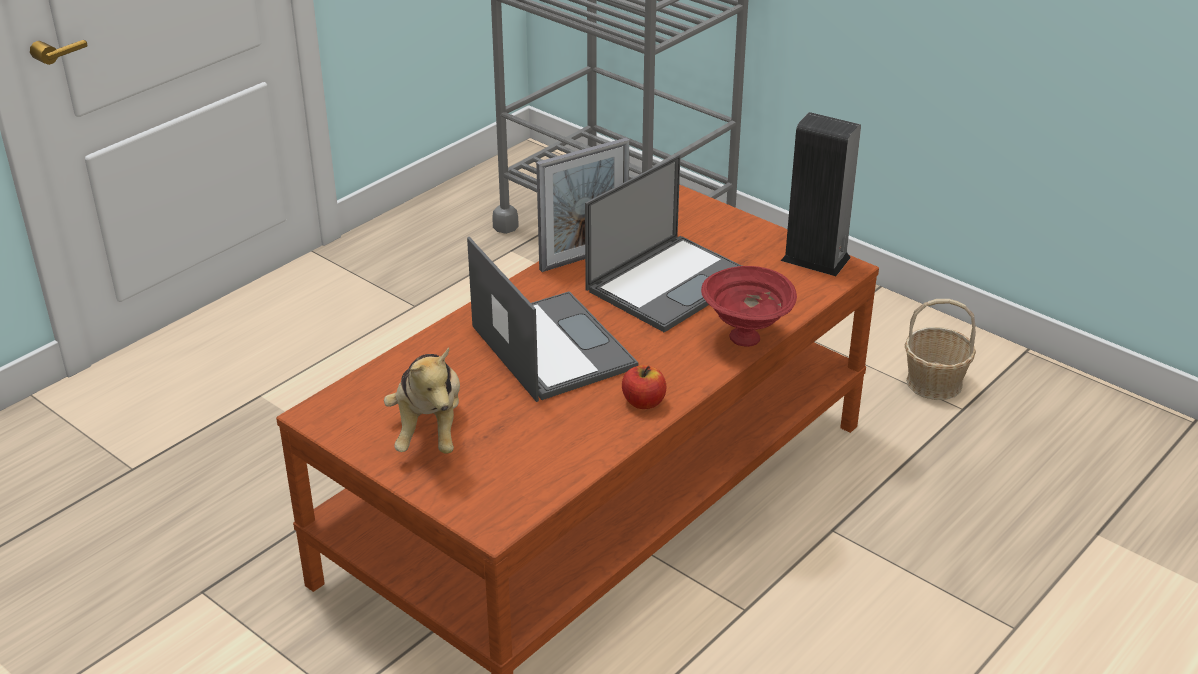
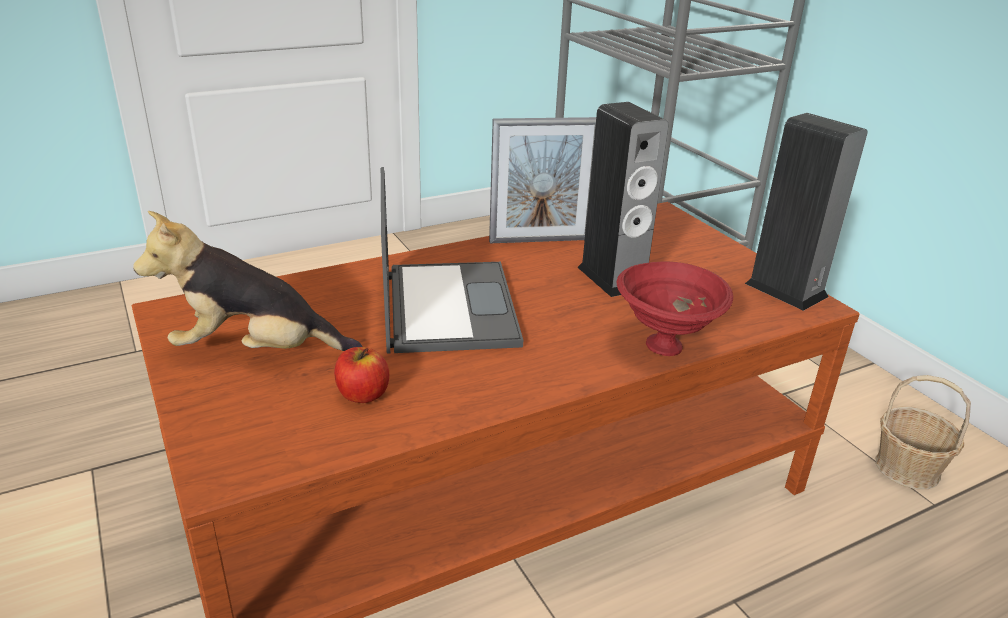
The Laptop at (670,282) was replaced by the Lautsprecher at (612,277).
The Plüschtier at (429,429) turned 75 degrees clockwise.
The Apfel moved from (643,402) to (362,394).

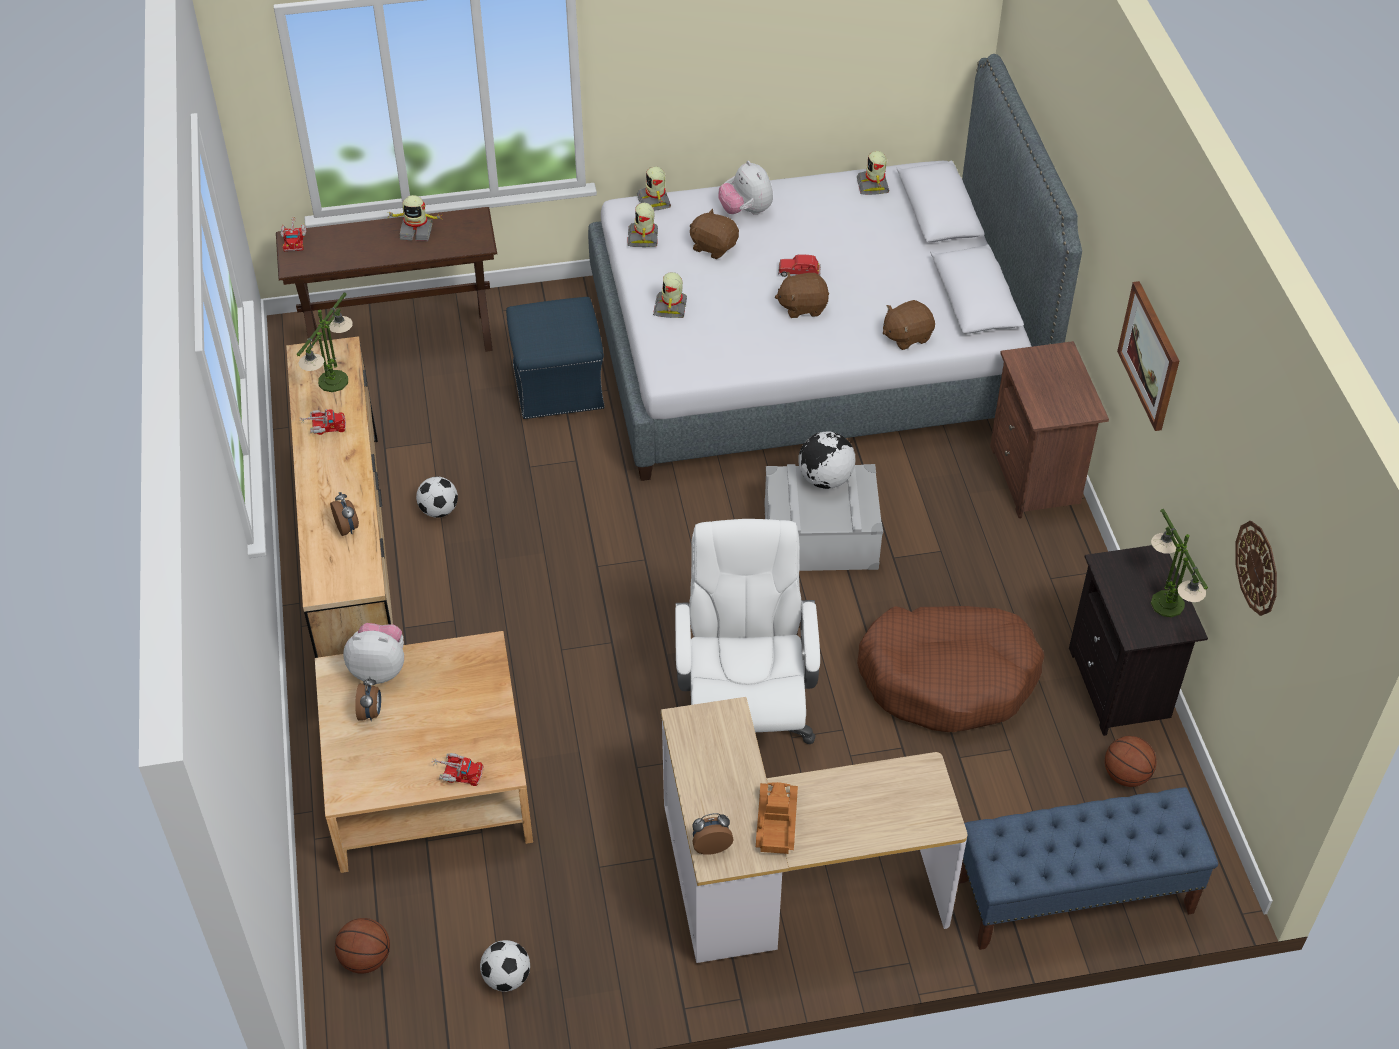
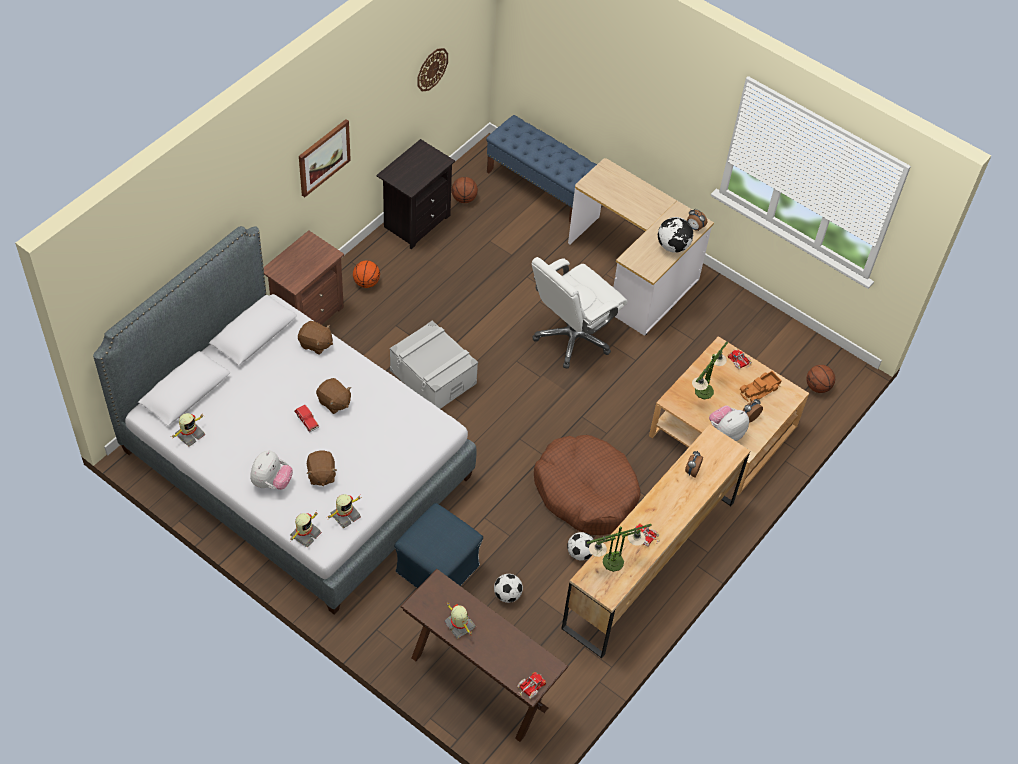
The Spielzeugroboter at (671,307) disappeared.
The Globus moved from (825,479) to (673,246).
The Tischlampe moved from (1167,603) to (704,391).
The Hundebett/braun moved from (948,678) to (586,492).
The Plüschtier at (379,668) turned 90 degrees clockwise.
The Spielzeuglaster moved from (775,822) to (760,390).
The Fußball moved from (506,977) to (507,595).
The Basketball at (366,282) appeared.

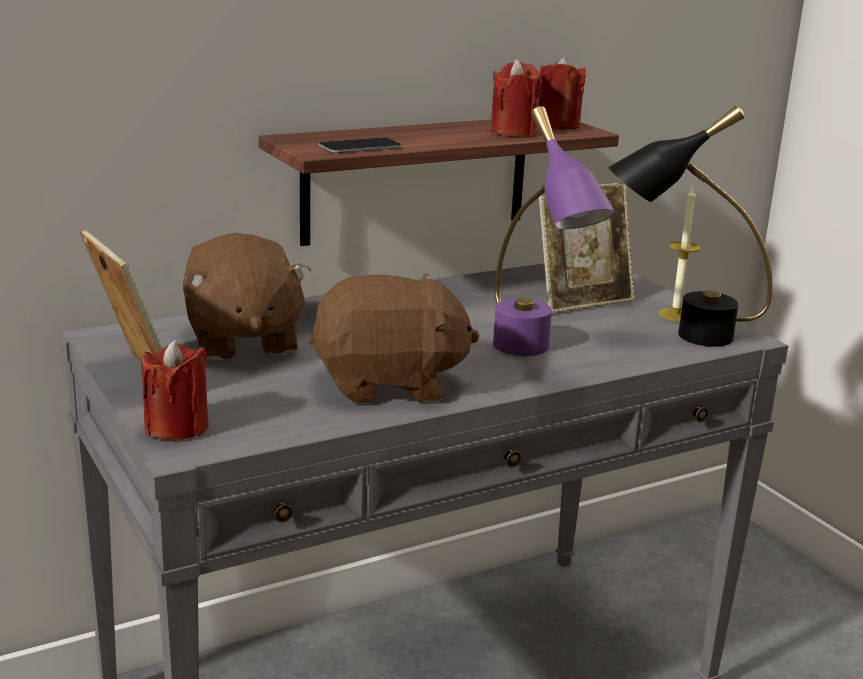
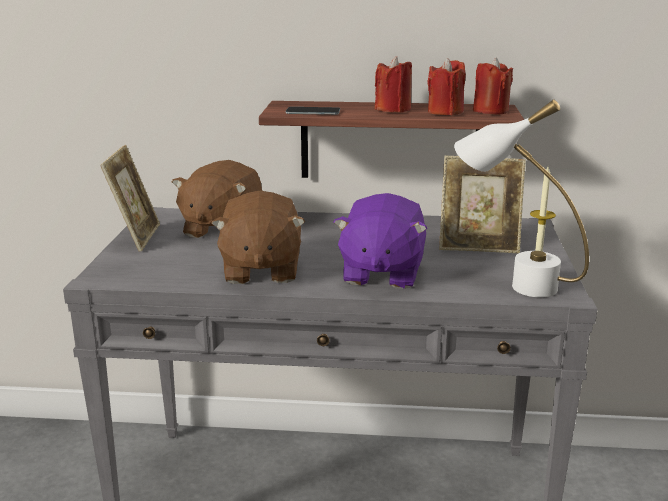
The Tischlampe/lila at (534,355) was replaced by the Plüschtier/lila at (381,273).
The Tischlampe/schwarz at (678,335) became the Tischlampe/weiß at (513,282).
The Plüschtier/braun at (389,384) turned 60 degrees clockwise.
The Kerze/rot moved from (176,427) to (393,109).

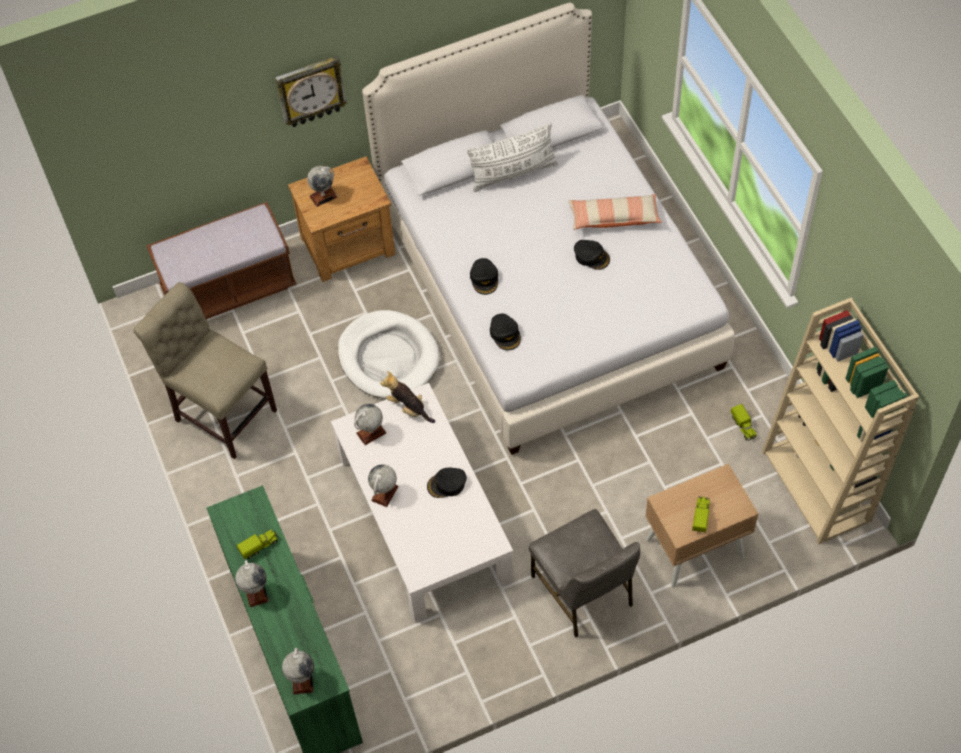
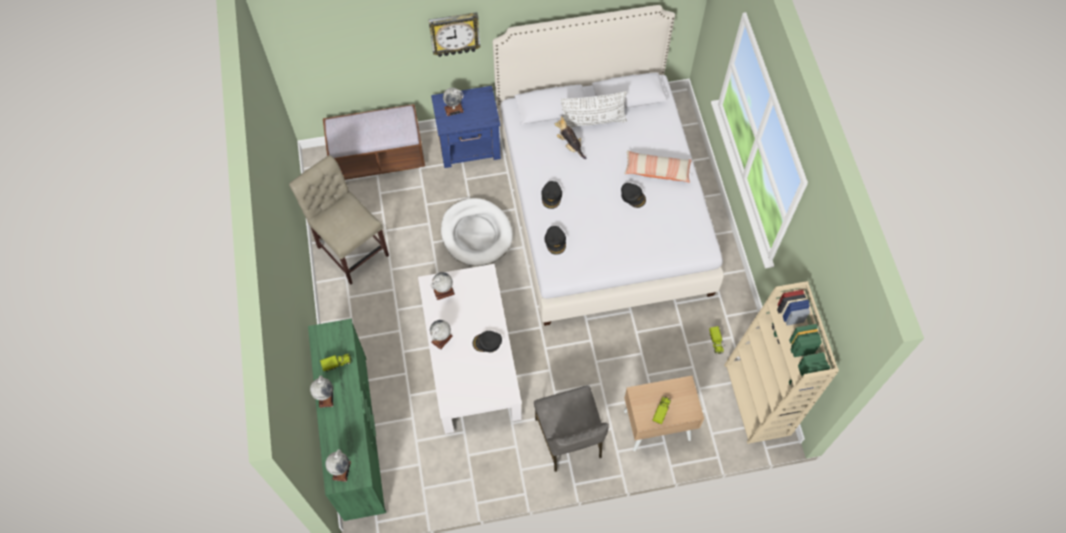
The Nachttisch/braun at (349,245) became the Nachttisch/blau at (470,145).
The Plüschtier moved from (408,407) to (570,145).

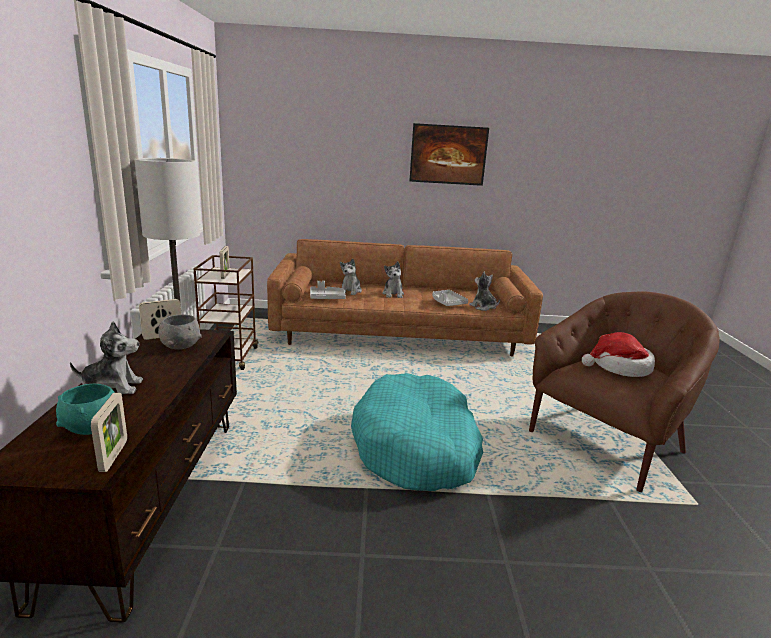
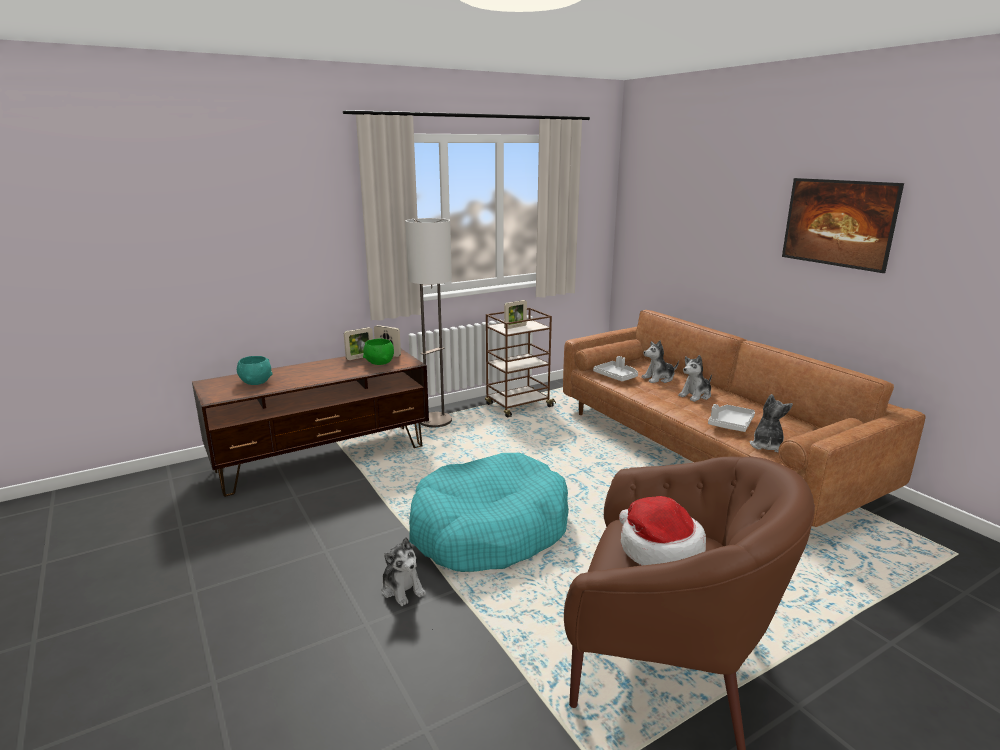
The Schüssel/grau at (180,346) became the Schüssel/grün at (379,362).
The Plüschtier moved from (112,387) to (402,589).
The Bilderrahmen moved from (113,456) to (360,357).

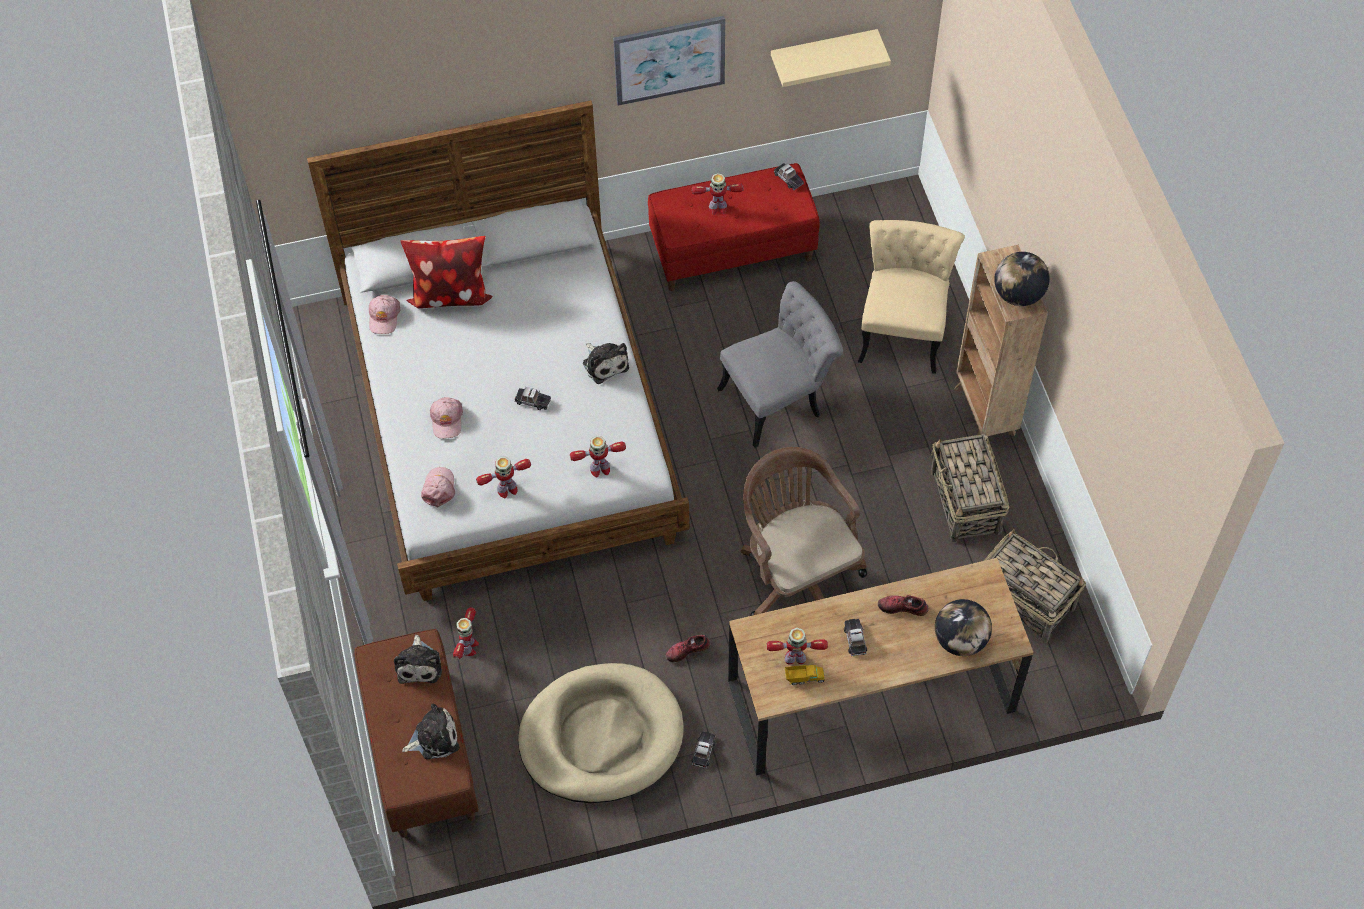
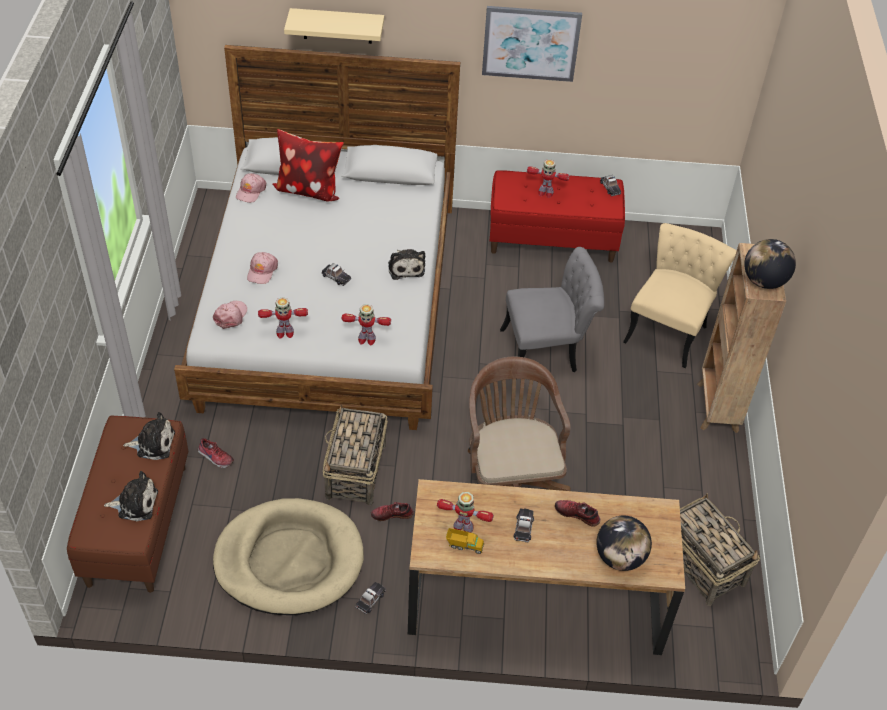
The Wandregal/beige moved from (823,53) to (337,26).
The Korb moved from (965,503) to (355,472).
The Spielzeugroboter at (469,647) was replaced by the Schuh at (215,457).
The Plüschtier at (419,664) turned 105 degrees counterclockwise.

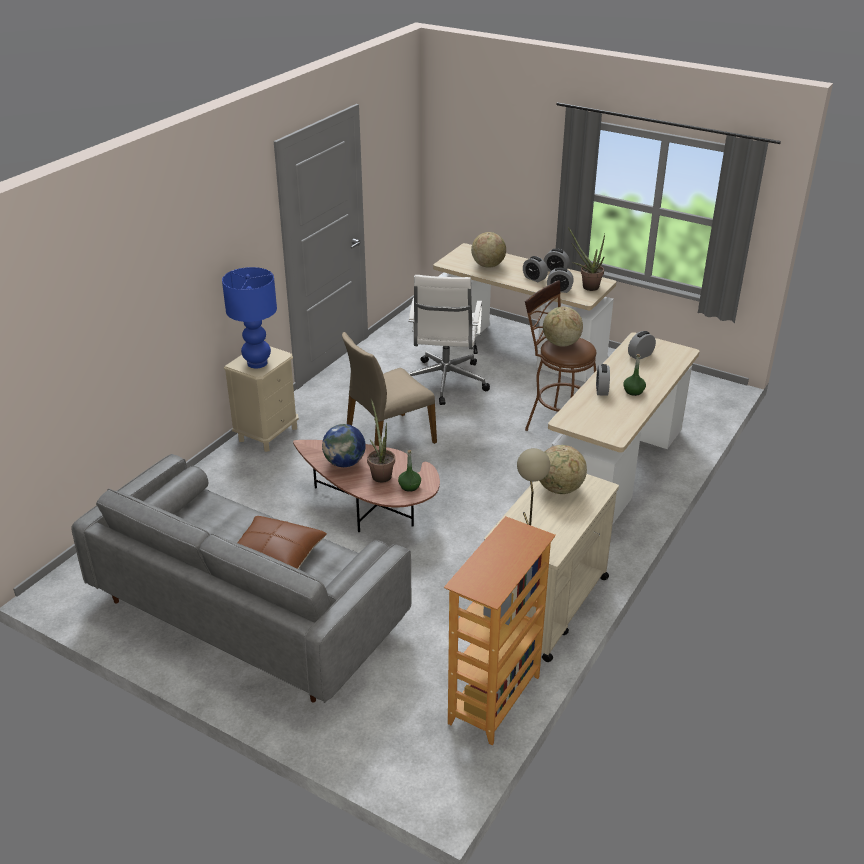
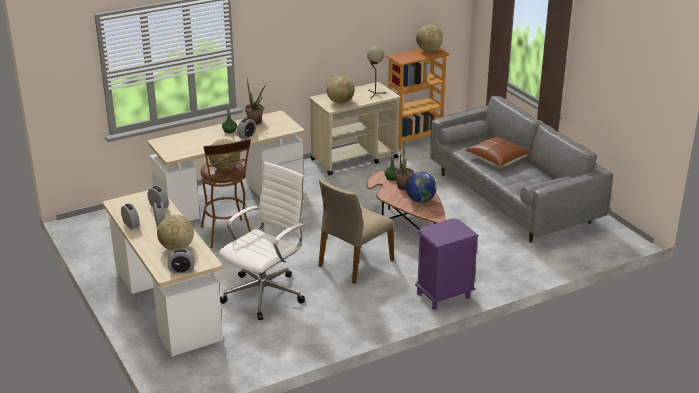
The Topfpflanze moved from (587,286) to (256,123).
The Tischlampe/blau at (257,363) disappeared.
The Wecker moved from (640,355) to (181,270).
The Stuhl/beige at (389,439) turned 135 degrees clockwise.
The Nachttisch/beige at (267,434) became the Nachttisch/lila at (443,296).
The Globus at (429,50) appeared.

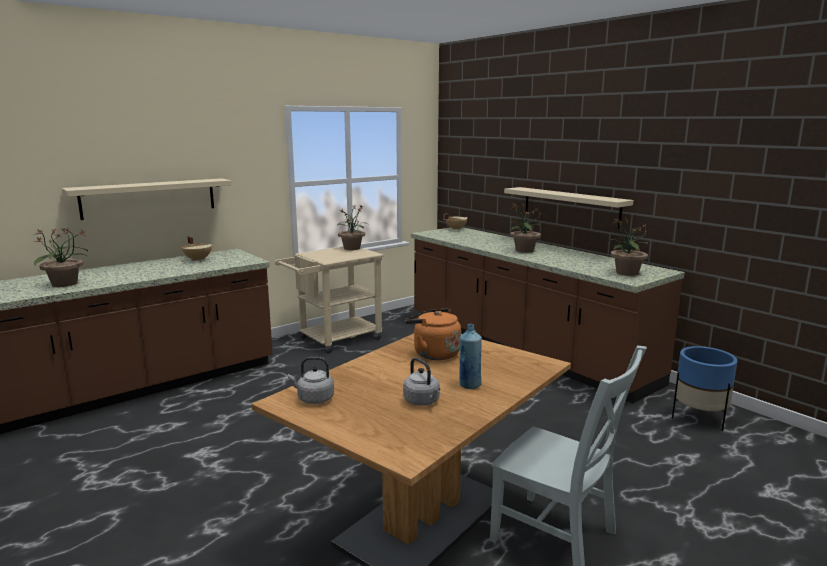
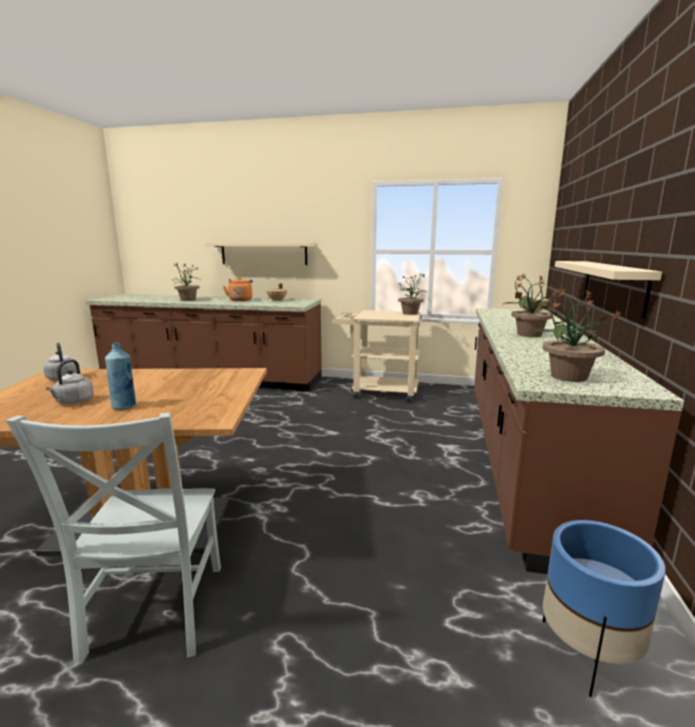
The Wasserkessel/orange moved from (433,353) to (240,300).

